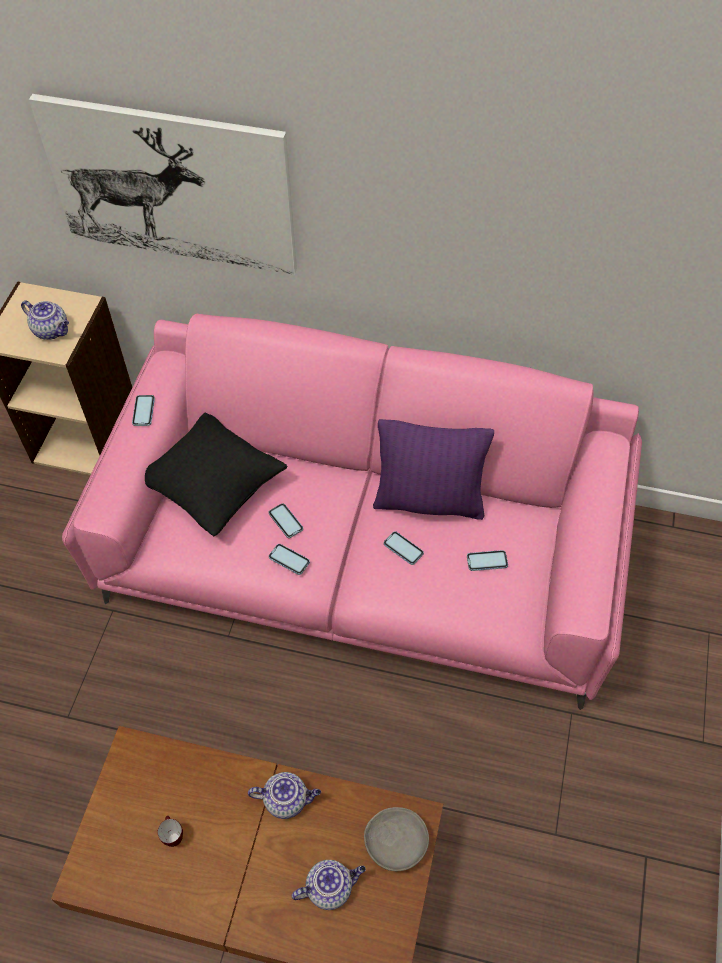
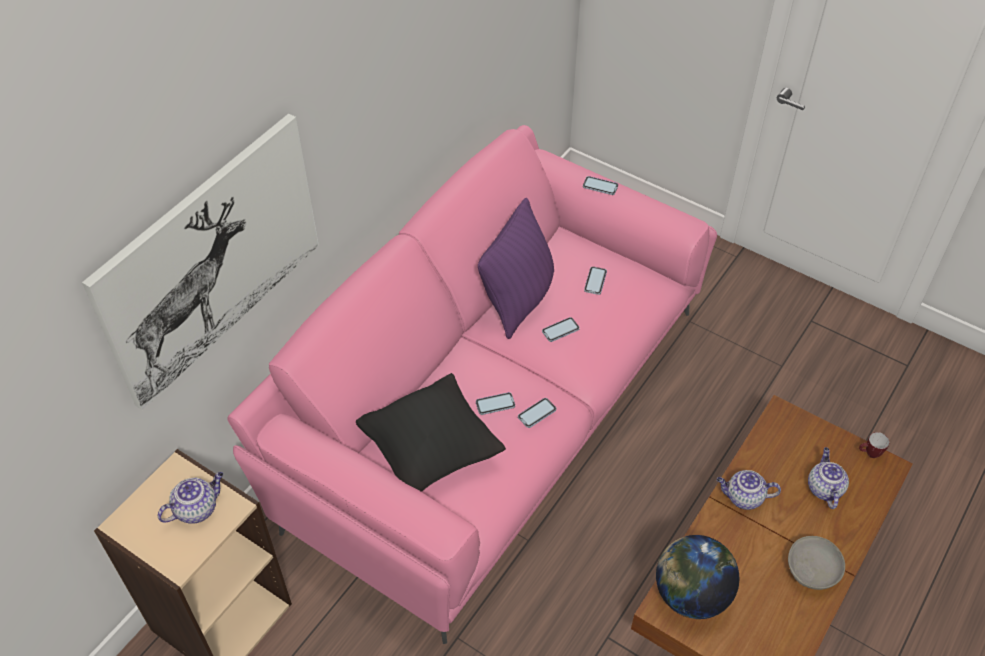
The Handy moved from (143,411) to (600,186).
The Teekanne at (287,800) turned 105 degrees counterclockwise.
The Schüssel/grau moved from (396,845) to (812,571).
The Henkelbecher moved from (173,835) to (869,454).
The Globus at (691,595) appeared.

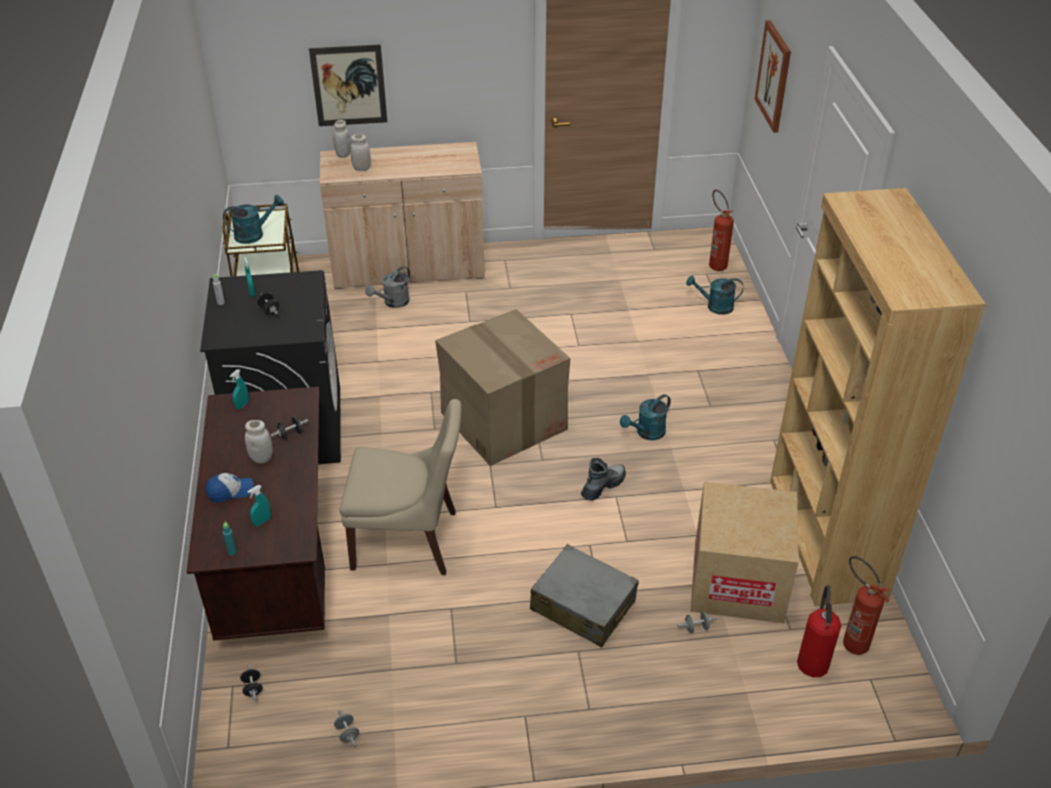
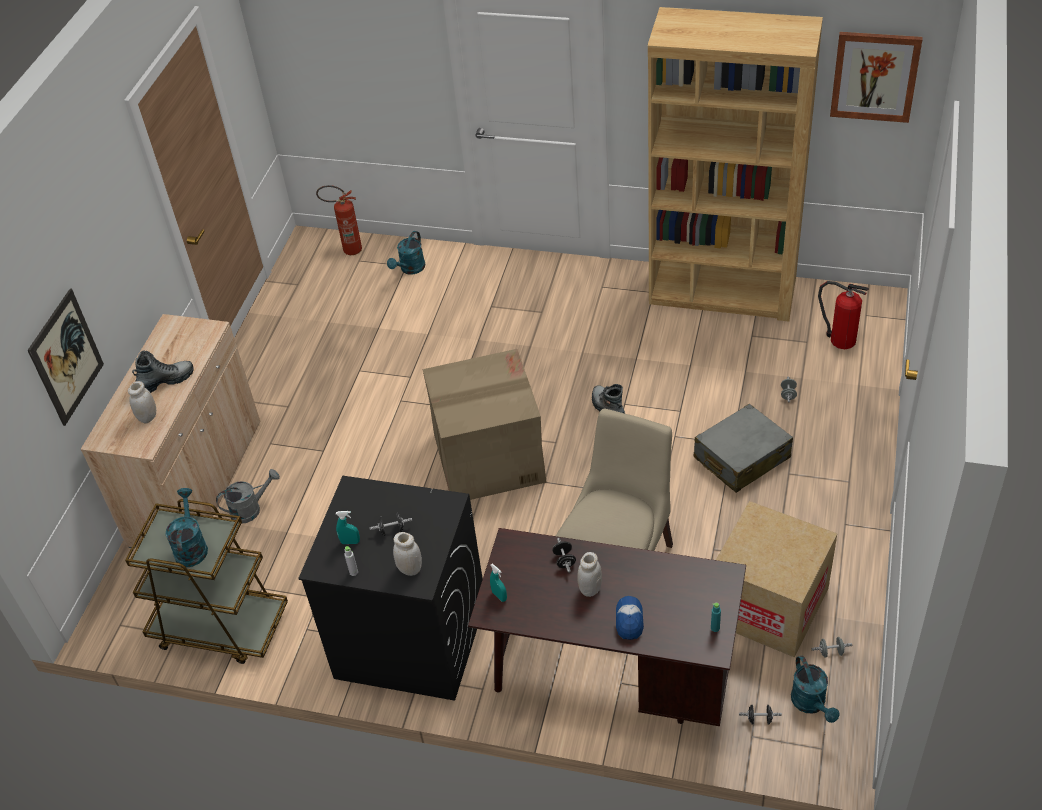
The Bild moved from (774,76) to (875,76).
The Vorratsglas/weiß moved from (343,154) to (410,569).
The Gießkanne/grau at (393,303) turned 90 degrees counterclockwise.
The Gießkanne/türkis moved from (647,433) to (811,704).
The Karton moved from (738,581) to (768,605).
The Sprühflasche/türkis at (262,521) disappeared.
The Feuerlöscher at (850,640) disappeared.
The Stiefel at (165,381) appeared.

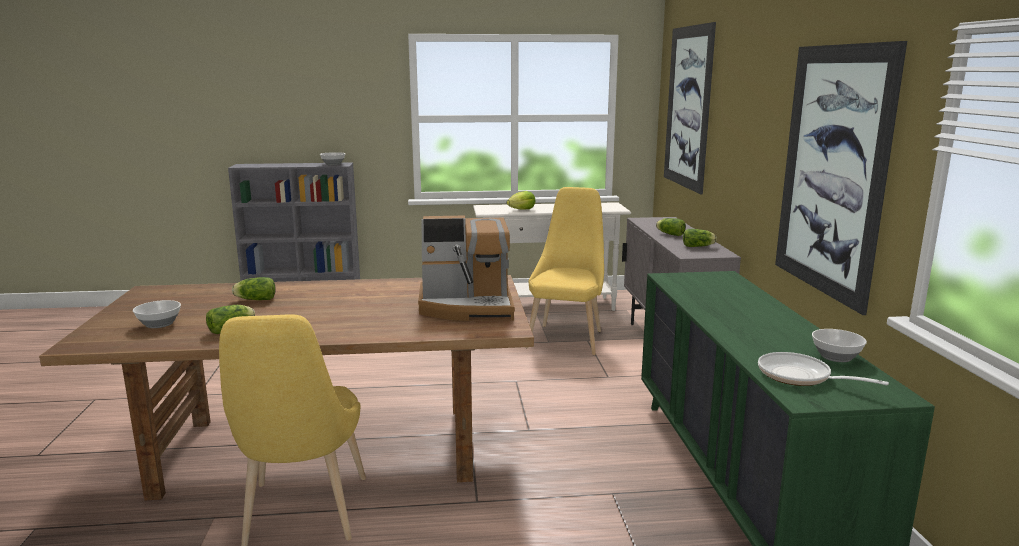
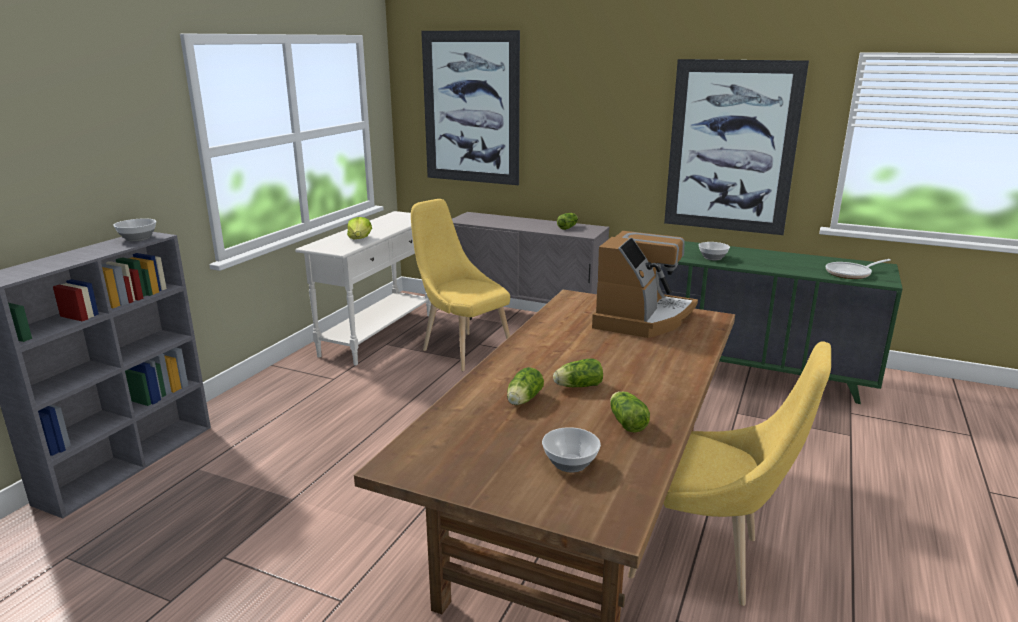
The Salatkopf moved from (669,234) to (577,386).
The Schüssel moved from (835,356) to (712,258).

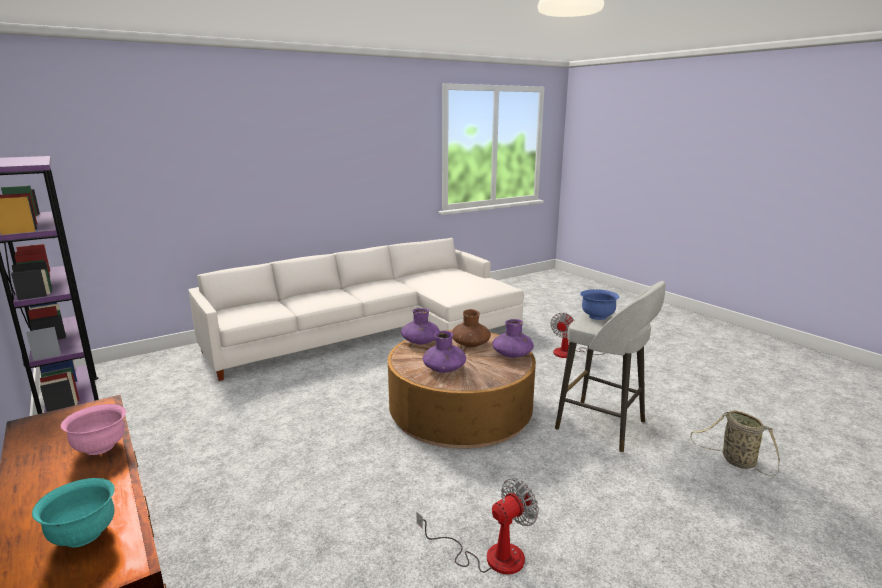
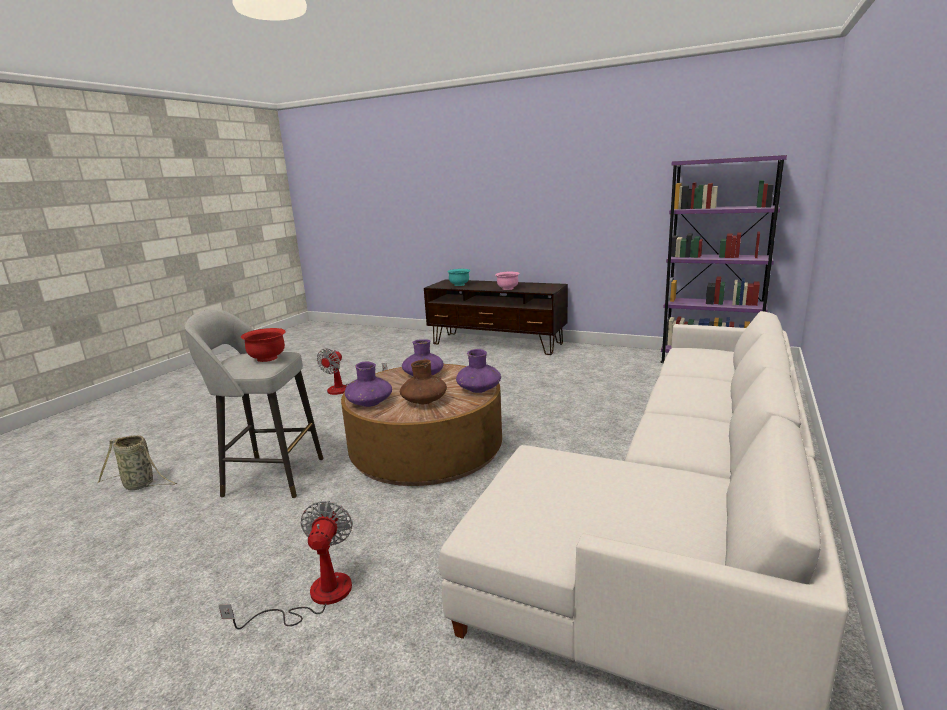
The Schüssel/blau at (597,316) became the Schüssel/rot at (267,358).

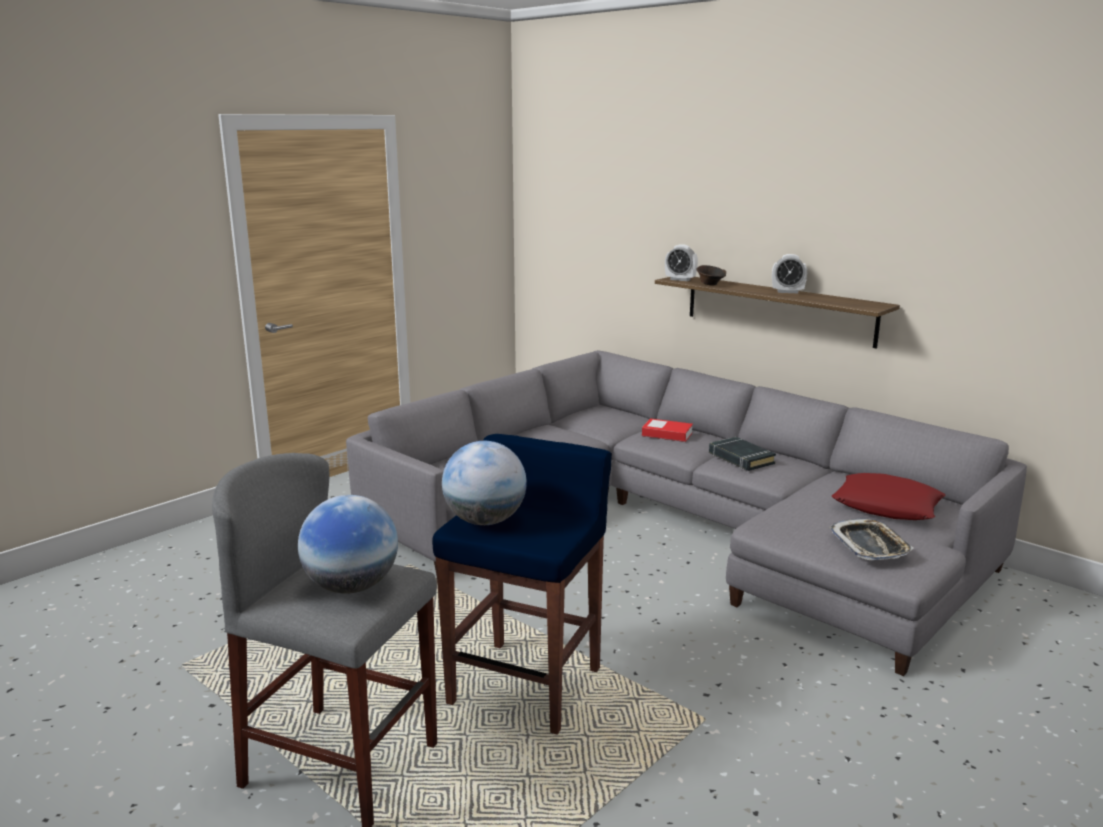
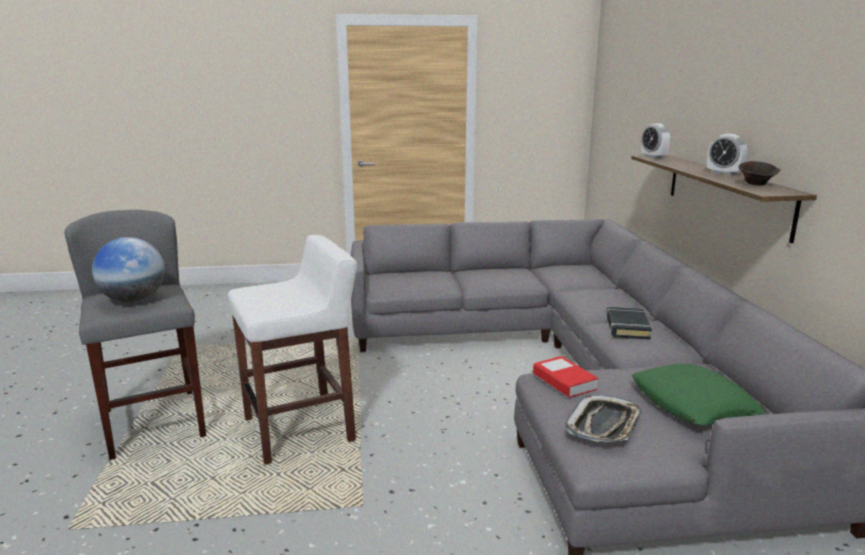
The Schüssel/braun moved from (710,284) to (756,184).
The Buch moved from (667,434) to (564,381).
The Hocker/blau at (527,684) became the Hocker/weiß at (301,429).
The Globus at (485,521) disappeared.
The Kissen/rot at (887,506) became the Kissen/grün at (692,403).

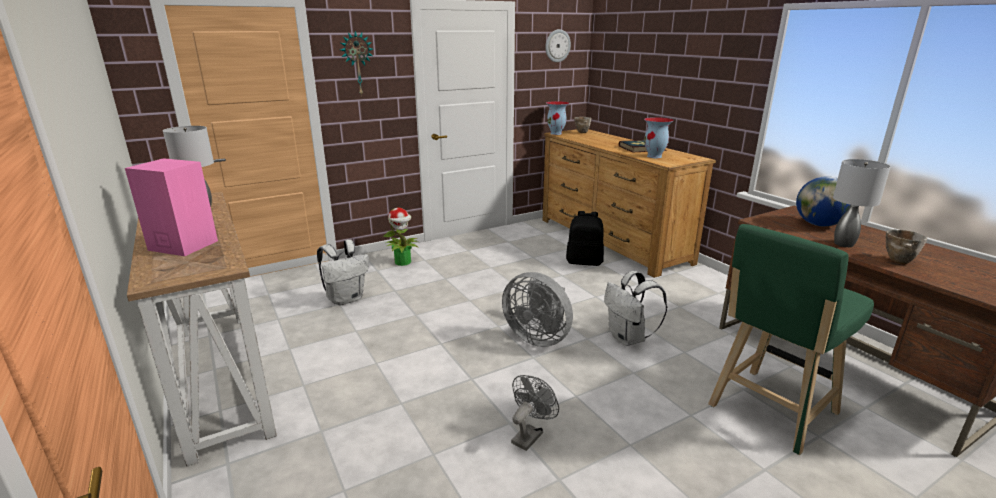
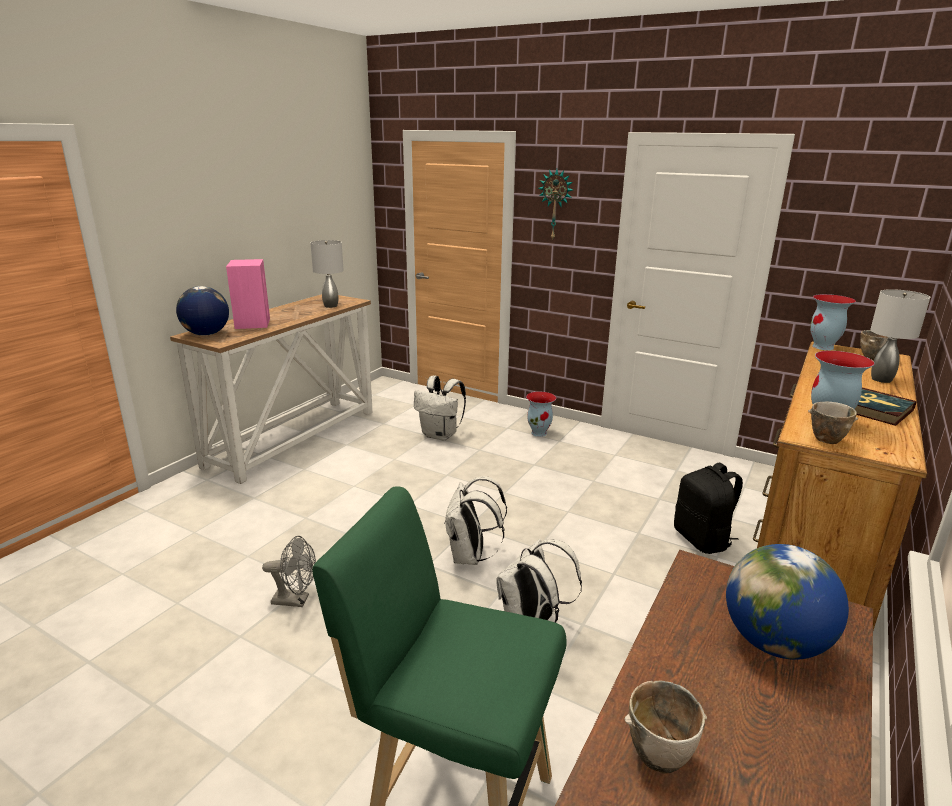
The Wanduhr at (557,45) disappeared.
The Tischlampe/grau moved from (843,244) to (880,379).
The Topfpflanze at (403,262) was replaced by the Vase at (539,433).
The Ventilator/grau at (538,337) was replaced by the Rucksack/weiß at (470,557).
The Globus at (206,334) appeared.
The Schüssel at (824,440) appeared.

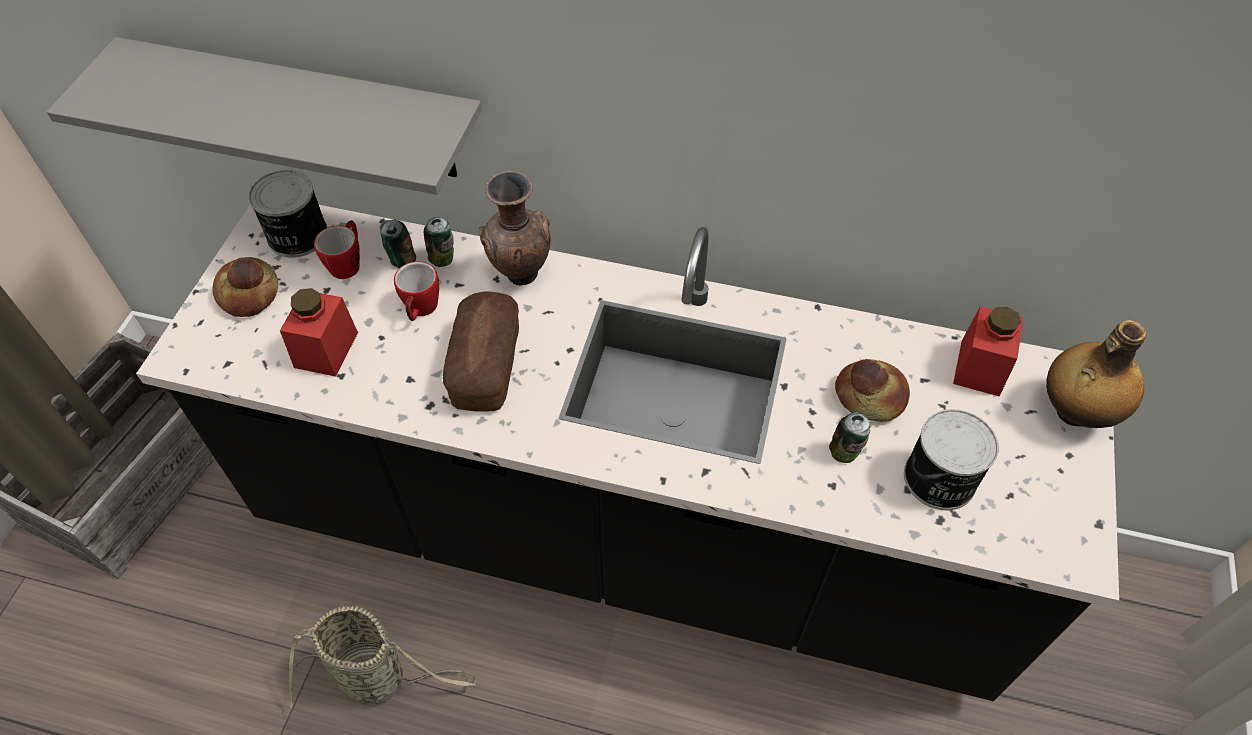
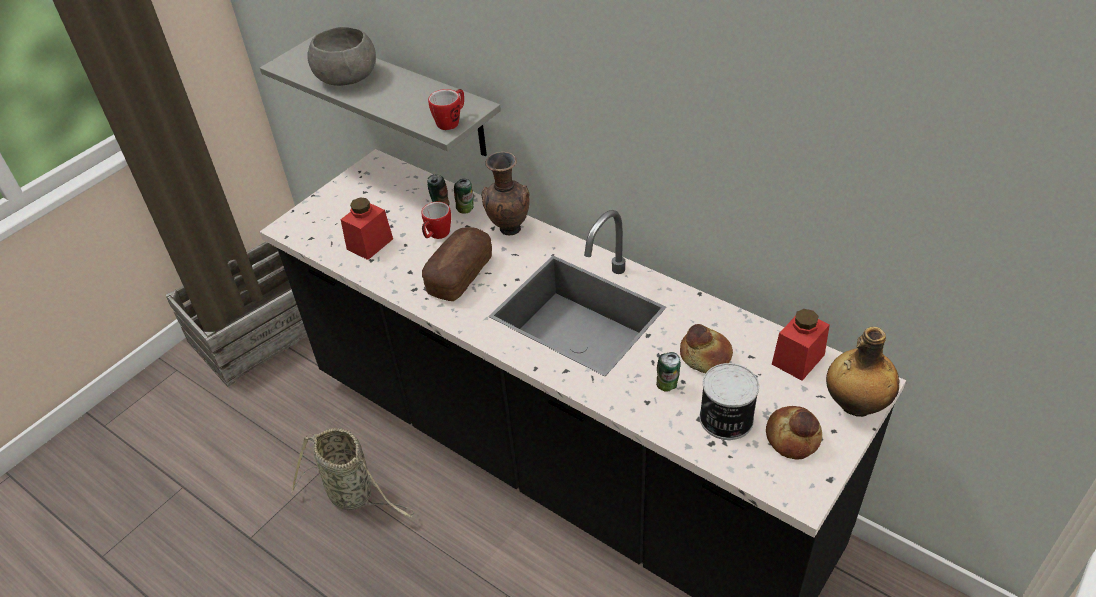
The Dose at (296,236) disappeared.
The Henkelbecher moved from (348,263) to (451,121).
The Brot moved from (250,293) to (793,437).
The Schüssel/grau at (347,77) appeared.

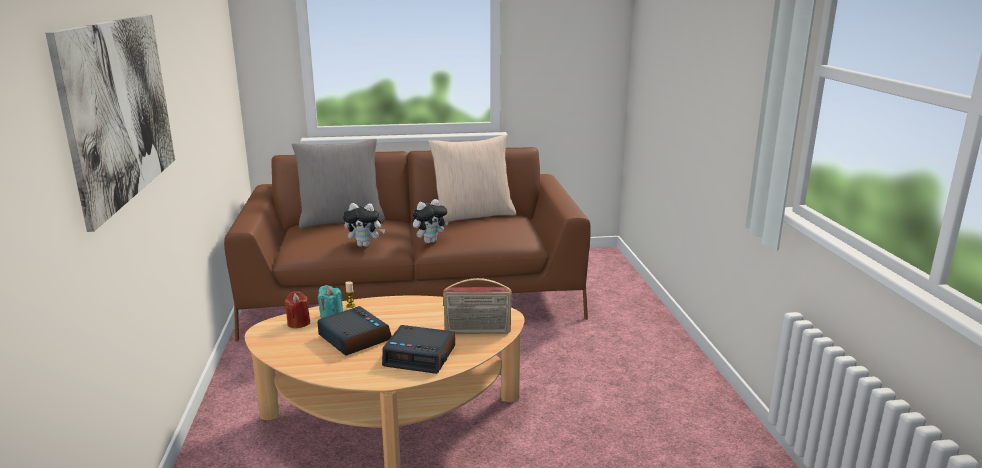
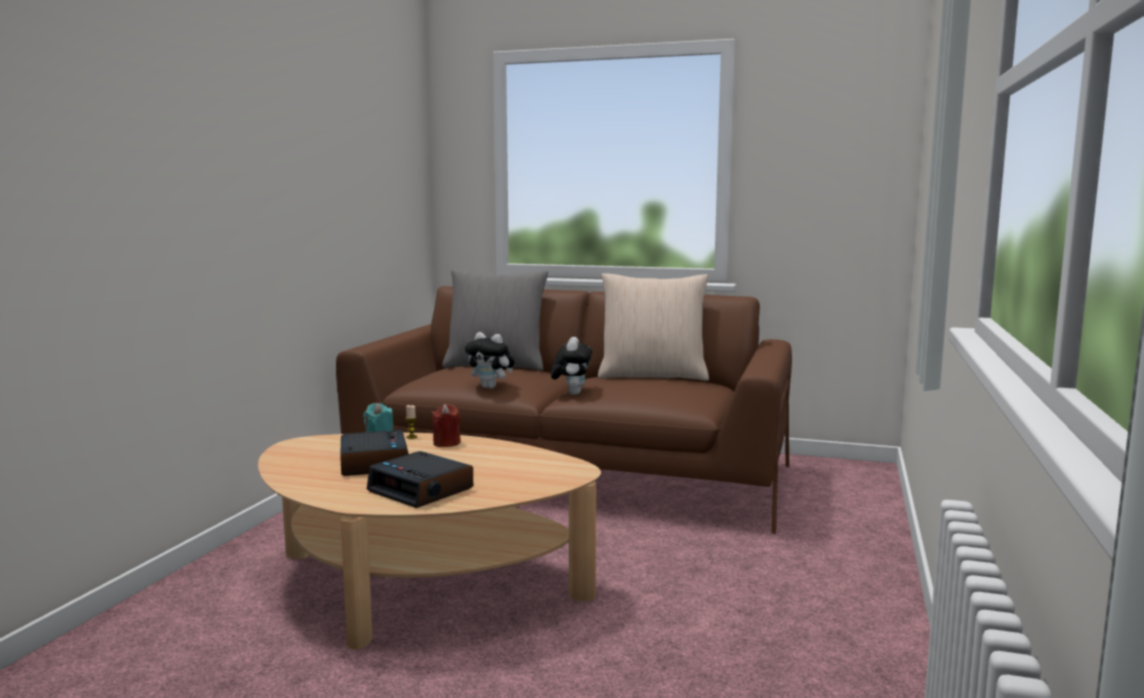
The Bild at (120,109) disappeared.
The Plüschtier at (430,241) turned 75 degrees counterclockwise.
The Radio at (477,331) disappeared.
The Kerze/rot moved from (298,323) to (446,443).

